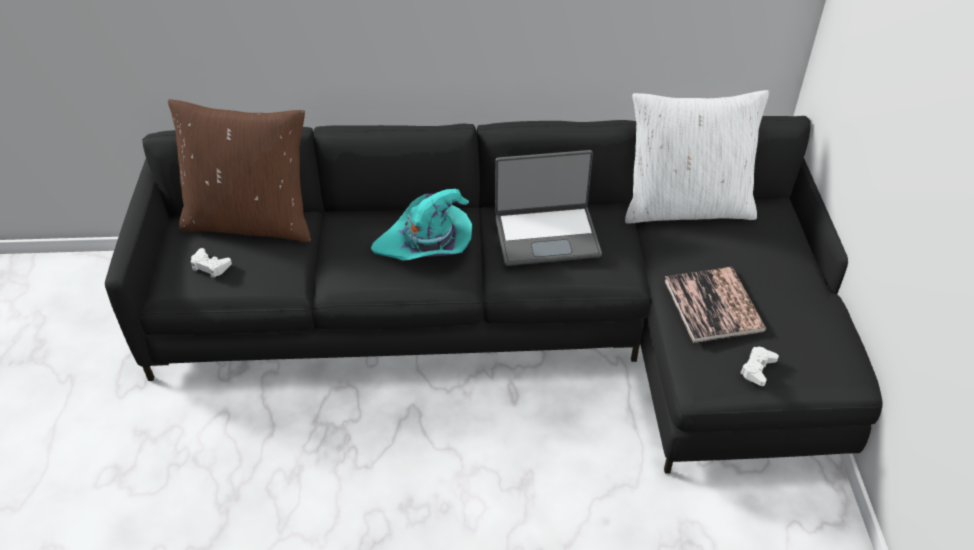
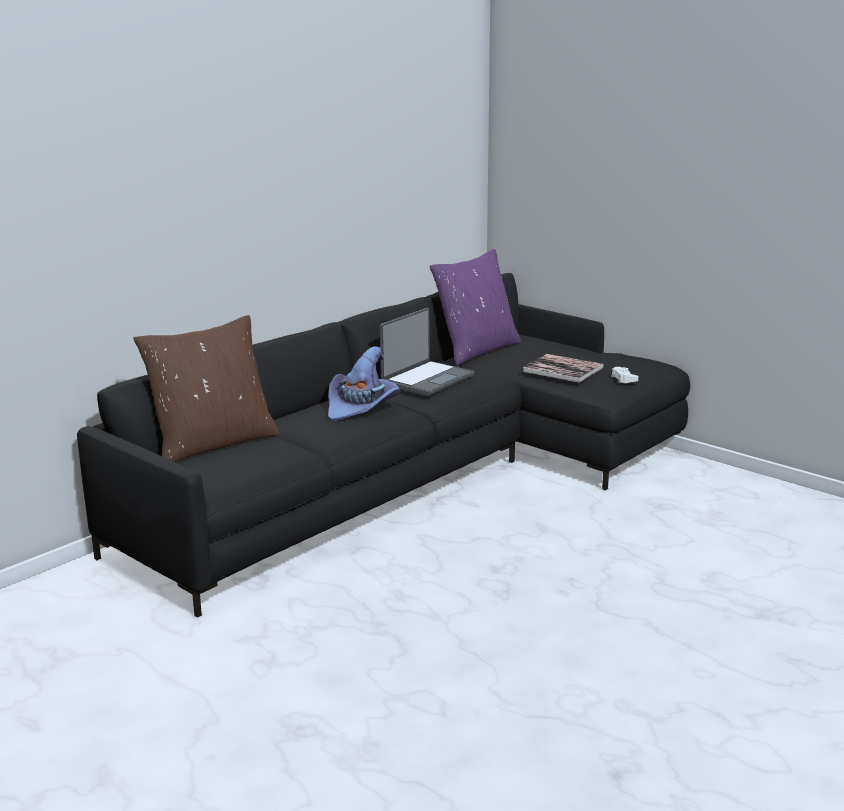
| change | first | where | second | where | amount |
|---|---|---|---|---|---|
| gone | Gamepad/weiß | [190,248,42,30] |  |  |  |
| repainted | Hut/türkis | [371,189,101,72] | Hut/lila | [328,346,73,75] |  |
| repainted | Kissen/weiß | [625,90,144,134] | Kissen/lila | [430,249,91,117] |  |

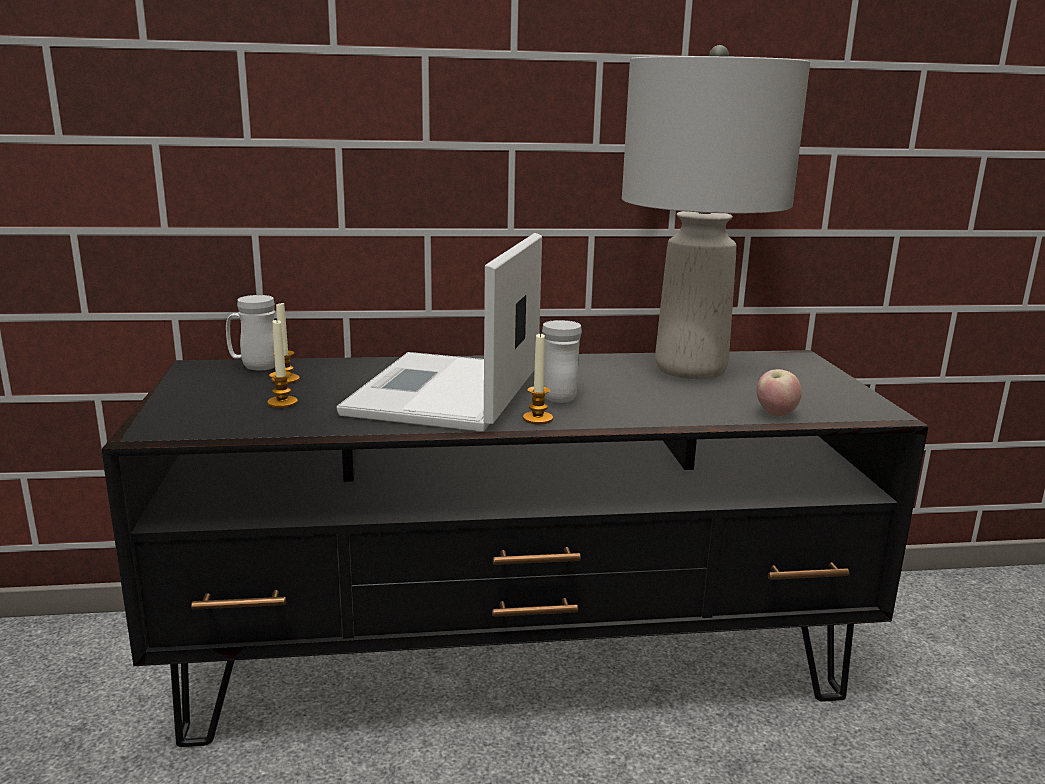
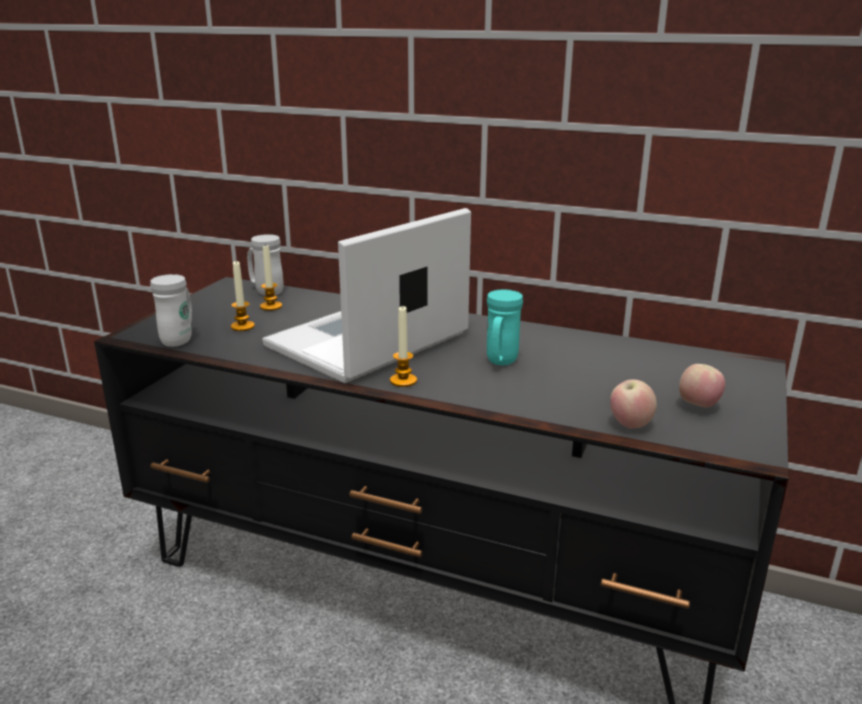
| change | first | where | second | where | amount |
|---|---|---|---|---|---|
| shifted | Henkelbecher/weiß | [542,320,40,83] |  | [150,274,42,73] |  |
| gone | Tischlampe/grau | [622,45,188,334] |  |  |  |
| new |  |  | Henkelbecher/türkis | [487,290,36,75] |  |
| new |  |  | Apfel | [679,364,46,44] |  |

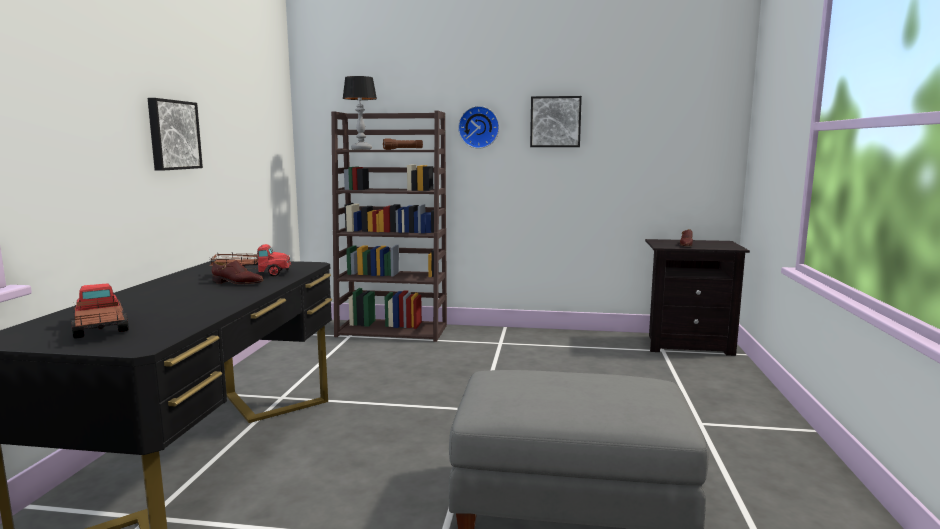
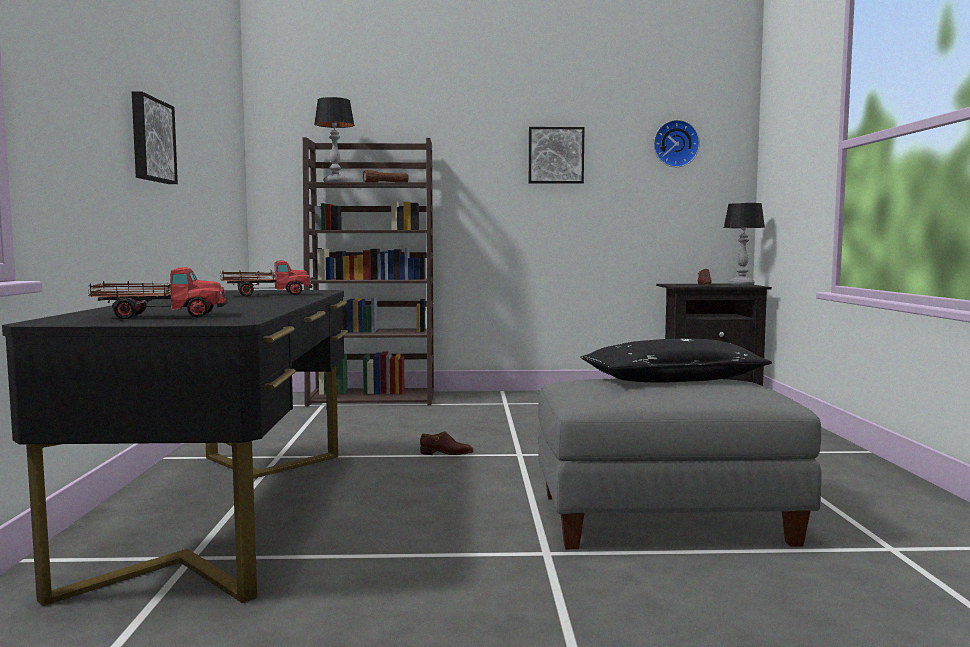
| change | first | where | second | where | amount |
|---|---|---|---|---|---|
| rotated | Spielzeuglaster | [71,283,58,55] |  | [88,267,140,52] | 120 degrees clockwise |
| shifted | Schuh/braun | [212,260,52,24] |  | [420,432,54,23] |  |
| shifted | Wanduhr | [458,106,41,43] |  | [653,120,47,47] |  |
| new |  |  | Kissen/schwarz | [580,339,192,43] |  |
| new |  |  | Tischlampe | [723,203,42,83] |  |

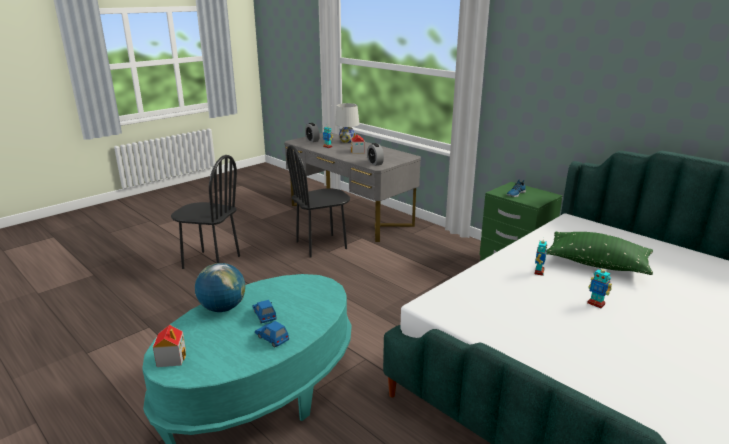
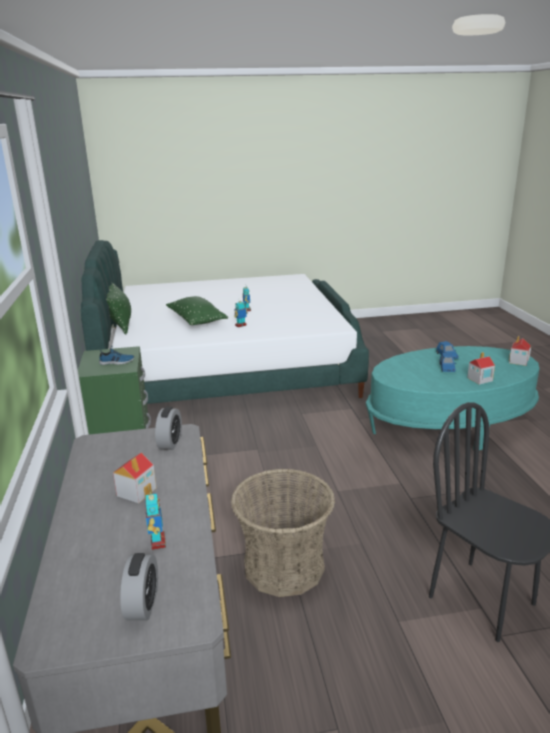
| change | first | where | second | where | amount |
|---|---|---|---|---|---|
| swapped | Globus | [195,263,50,49] | Spielzeughaus | [467,352,28,32] |  |
| swapped | Stuhl/schwarz | [286,145,64,113] | Korb | [231,469,104,128] |  |
| gone | Tischlampe/weiß | [335,103,25,40] |  |  |  |
| new |  |  | Kissen/grün | [106,283,25,52] |  |

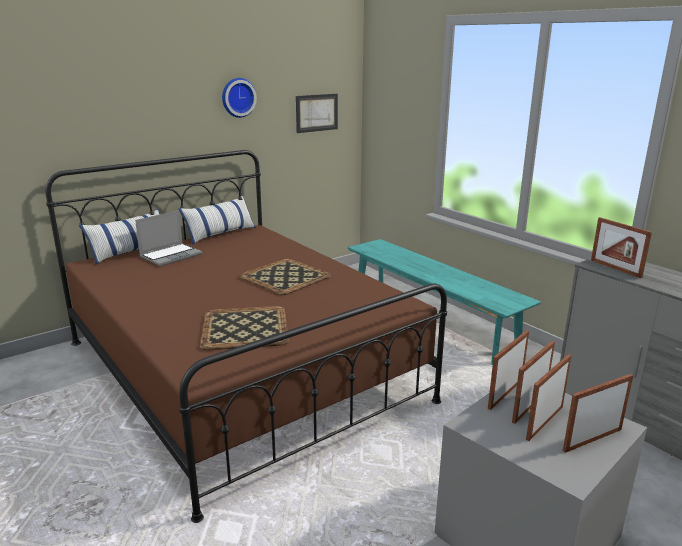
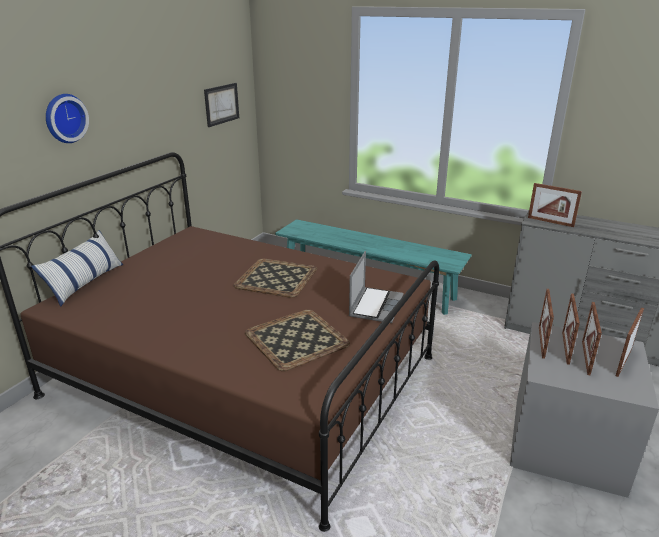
| change | first | where | second | where | amount |
|---|---|---|---|---|---|
| shifted | Laptop | [135,210,67,56] |  | [349,251,55,72] |  |
| gone | Kissen | [179,195,77,50] |  |  |  |
| shifted | Wanduhr | [222,78,35,40] |  | [46,94,43,49] |  |

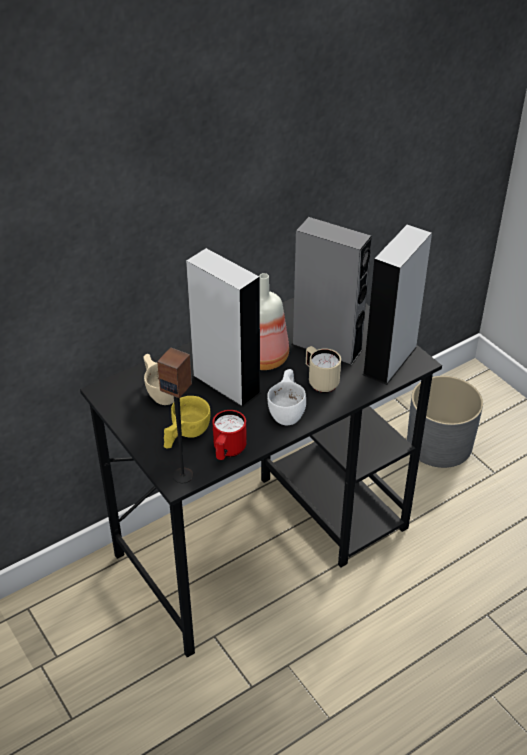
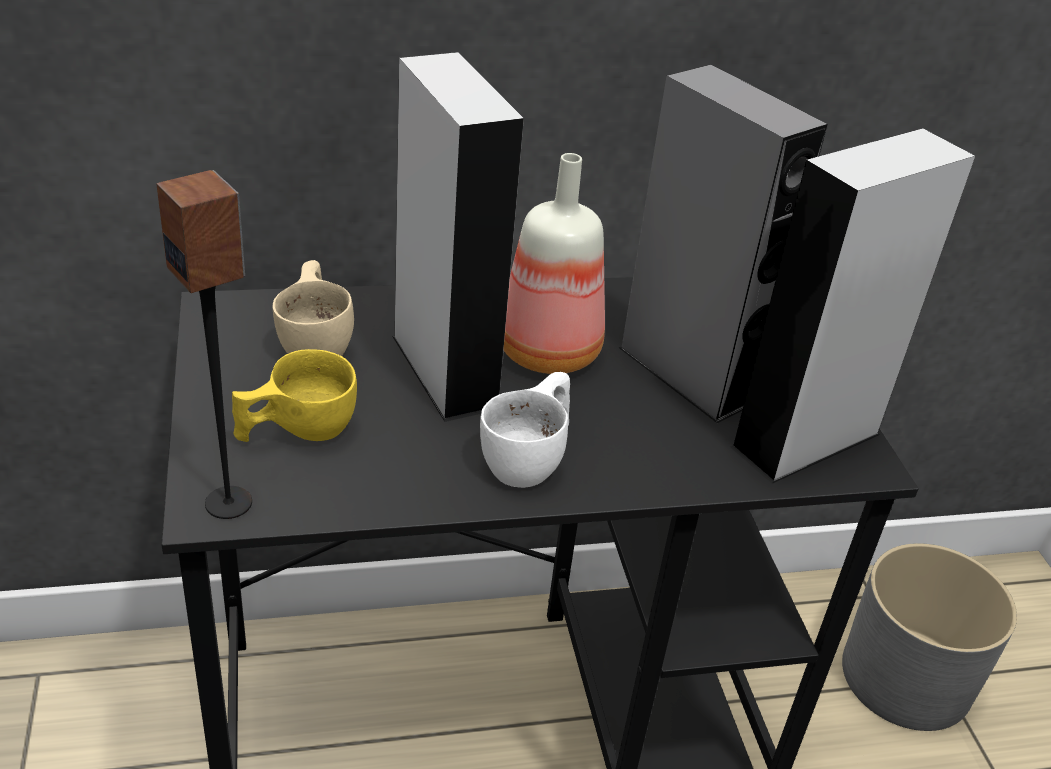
| change | first | where | second | where | amount |
|---|---|---|---|---|---|
| gone | Henkelbecher/rot | [212,410,35,50] |  |  |  |
| gone | Henkelbecher/beige | [306,346,35,47] |  |  |  |

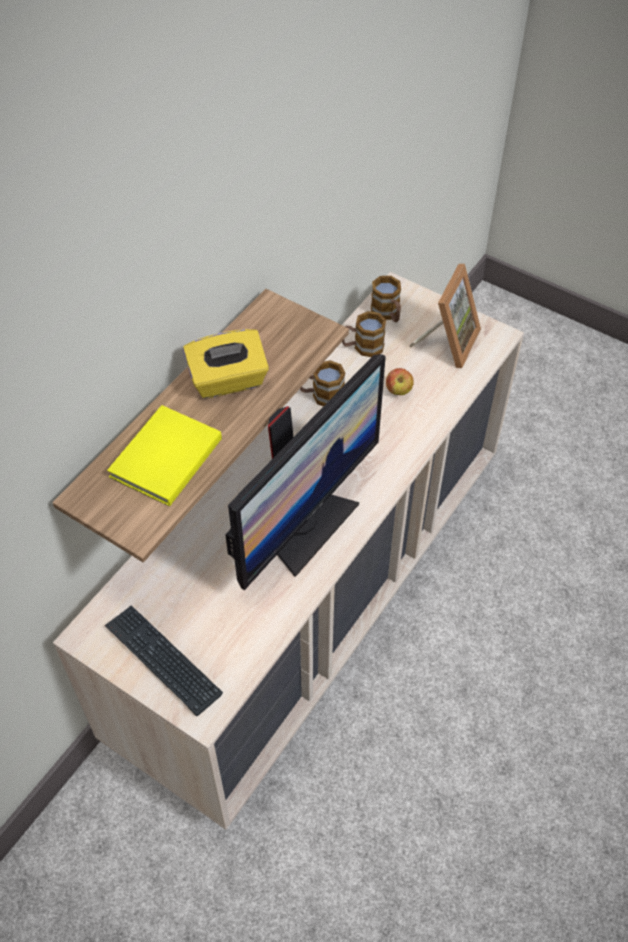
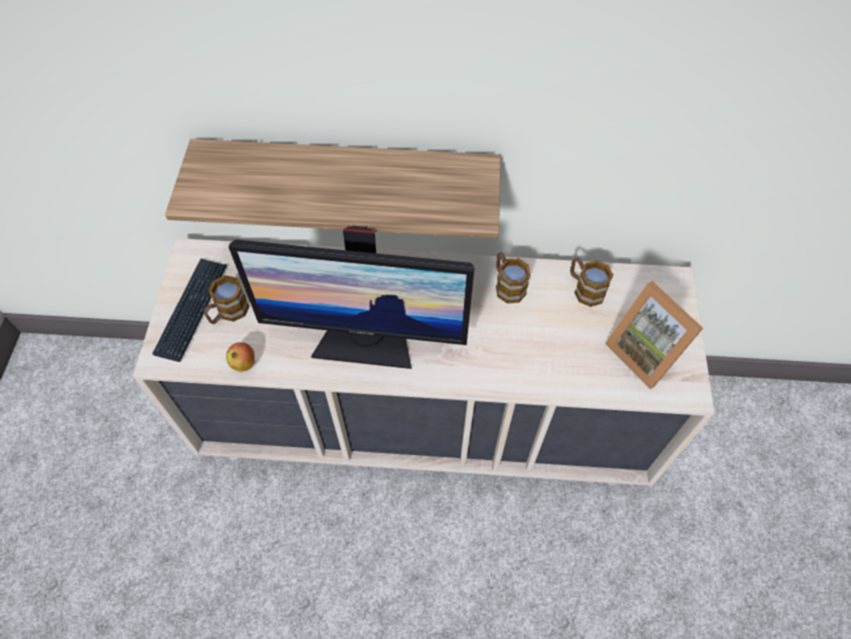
| change | first | where | second | where | amount |
|---|---|---|---|---|---|
| gone | Buch/gelb | [107,405,115,102] |  |  |  |
| gone | Taschentuchbox/gelb | [183,329,86,70] |  |  |  |
| shifted | Henkelbecher | [371,276,30,46] |  | [204,275,45,49] |  |
| shifted | Apfel | [386,368,28,27] |  | [226,342,29,29] |  |
| rotated | Bilderrahmen | [409,264,72,104] |  | [605,281,98,108] | 60 degrees clockwise |

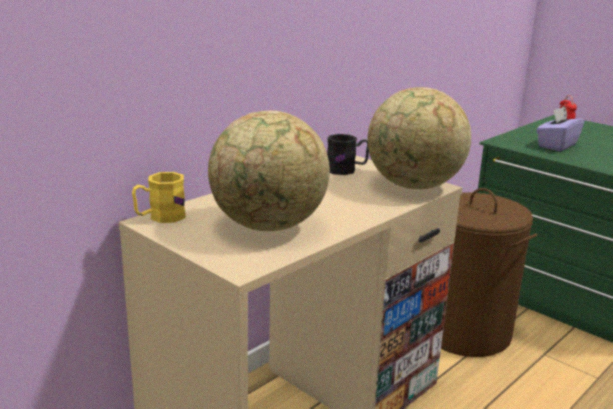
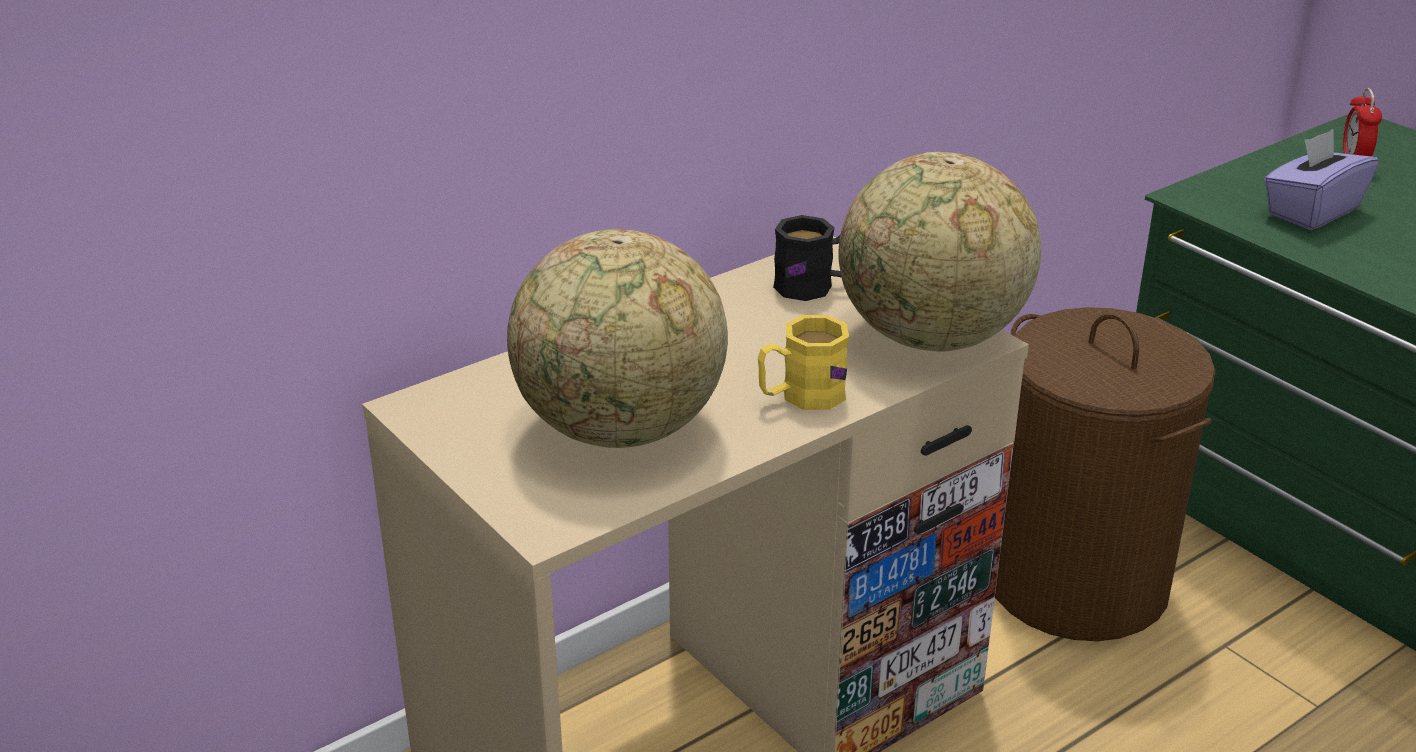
| change | first | where | second | where | amount |
|---|---|---|---|---|---|
| shifted | Henkelbecher/gelb | [132,172,53,51] |  | [758,315,91,95] |  |

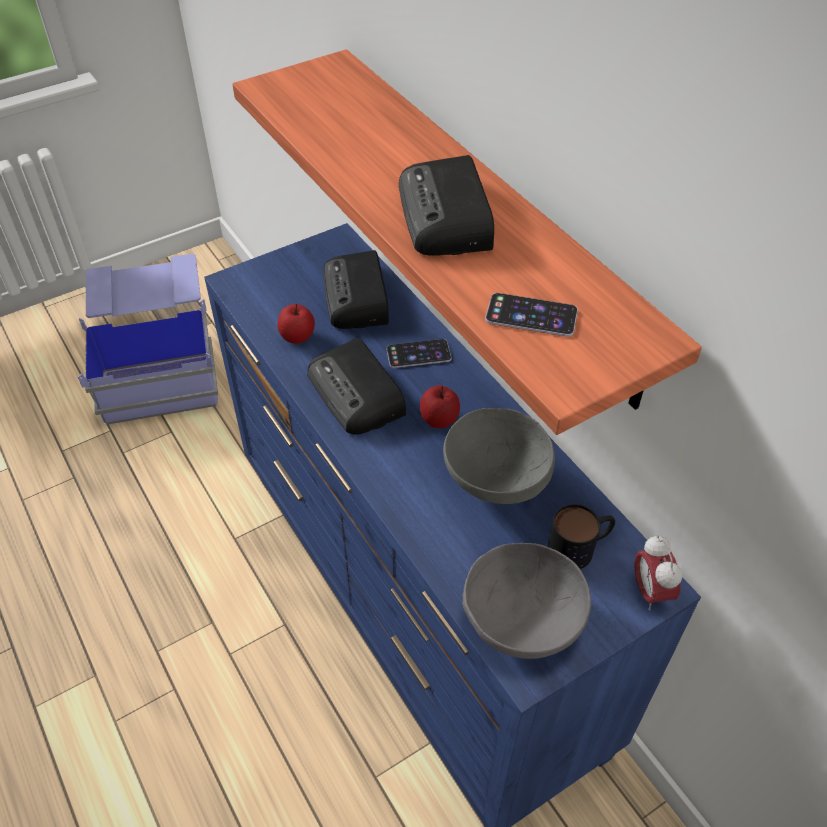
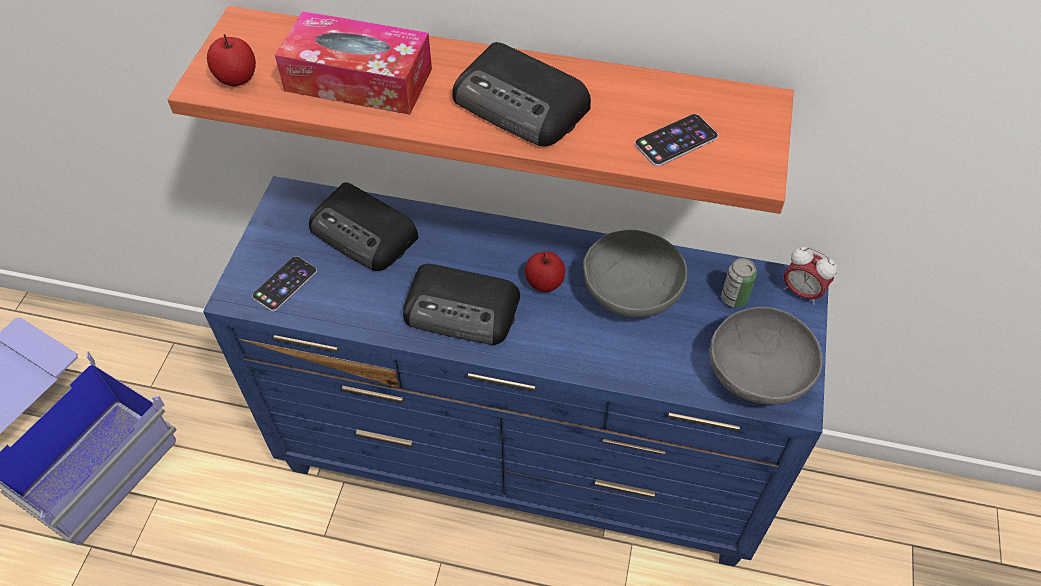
| change | first | where | second | where | amount |
|---|---|---|---|---|---|
| shifted | Apfel | [278,304,37,40] |  | [207,34,49,52] |  |
| shifted | Handy | [386,339,66,29] |  | [252,256,65,55] |  |
| swapped | Henkelbecher | [548,504,67,65] | Dose | [721,258,36,50] |  |
| new |  |  | Taschentuchbox | [275,11,157,104] |  |

